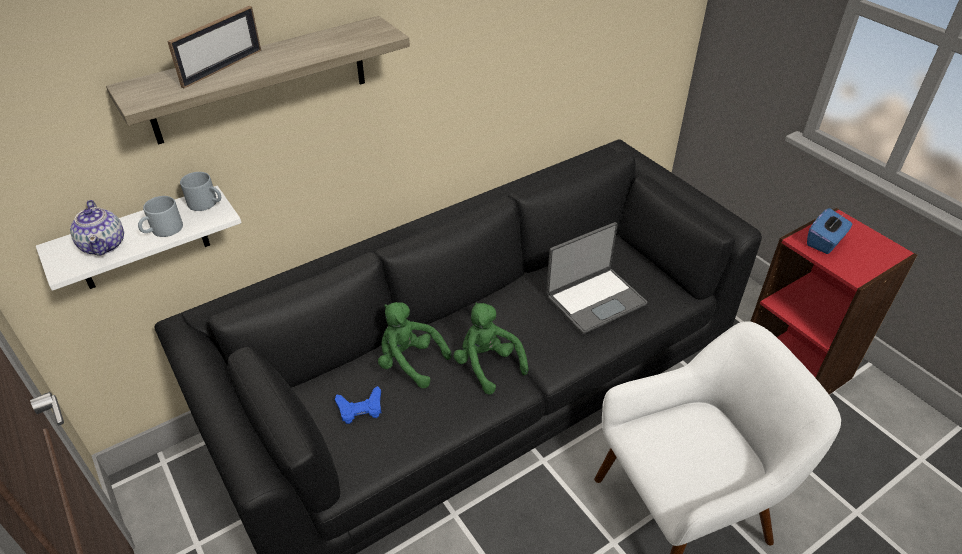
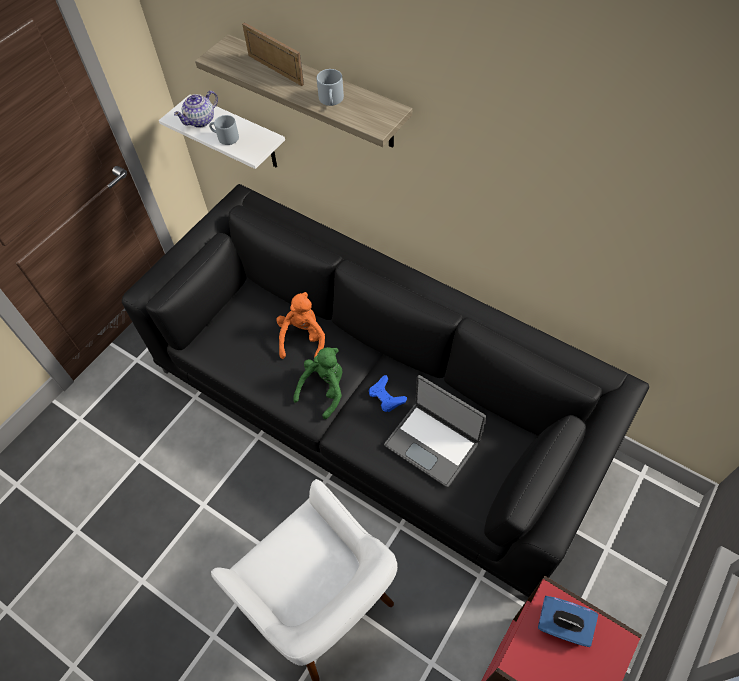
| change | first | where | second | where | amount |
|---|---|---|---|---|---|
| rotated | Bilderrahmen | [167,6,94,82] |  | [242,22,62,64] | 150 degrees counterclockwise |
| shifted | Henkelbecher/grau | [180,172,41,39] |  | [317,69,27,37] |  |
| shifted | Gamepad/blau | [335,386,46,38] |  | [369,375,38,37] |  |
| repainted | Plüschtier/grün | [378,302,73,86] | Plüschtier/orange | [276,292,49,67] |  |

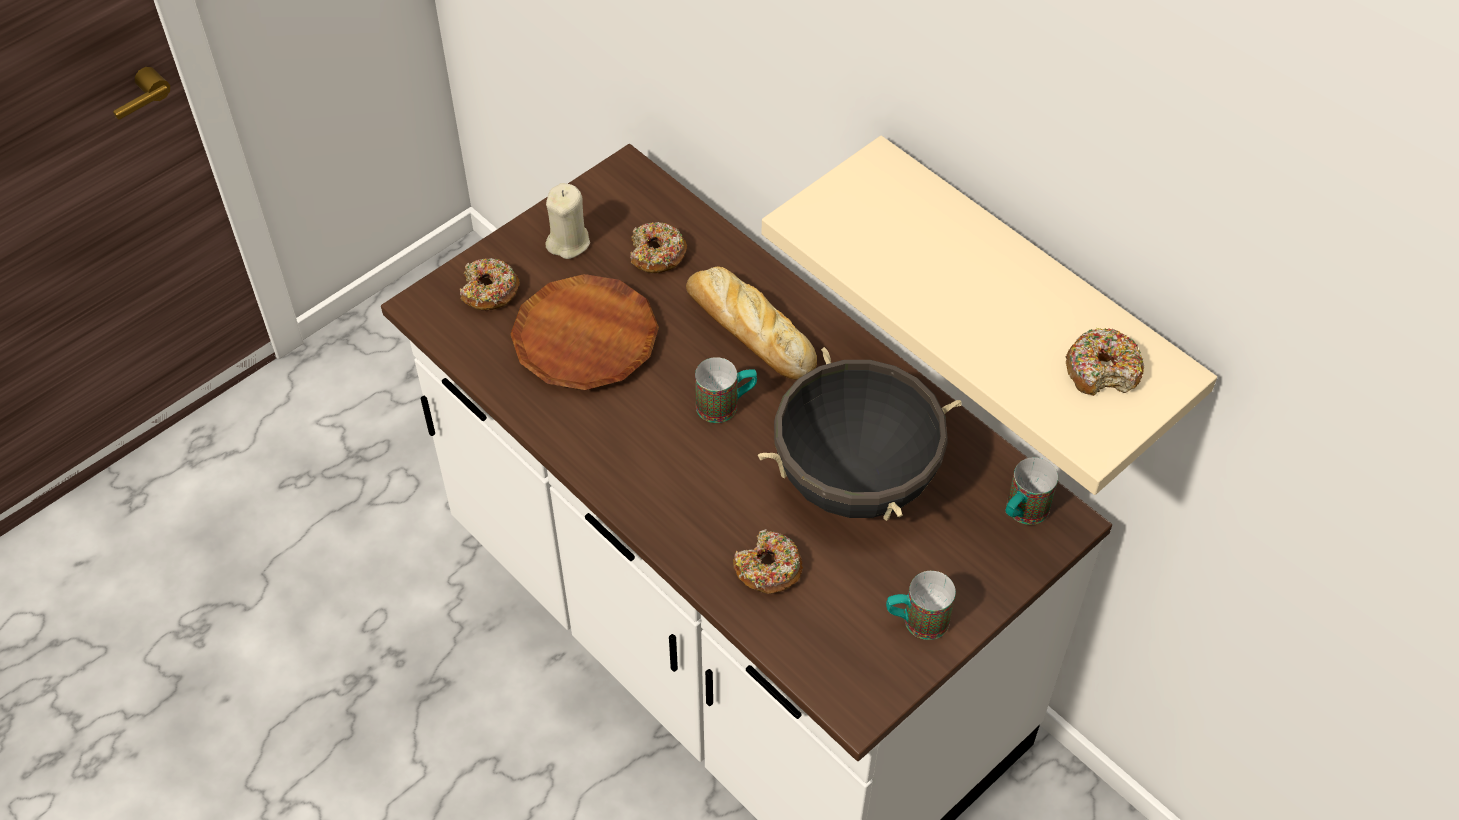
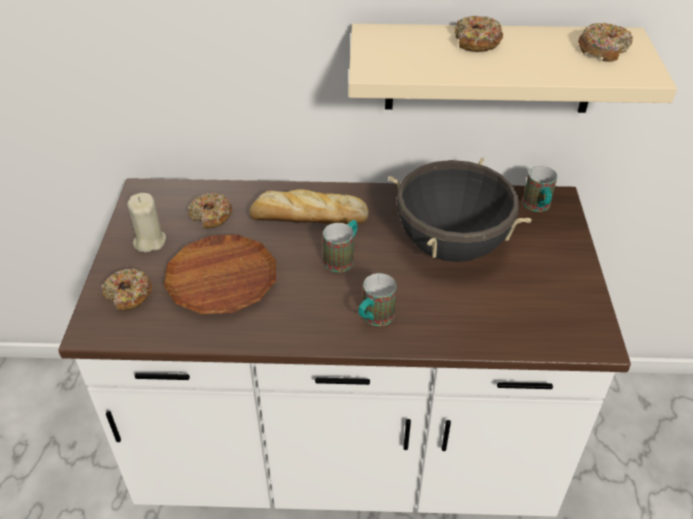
| change | first | where | second | where | amount |
|---|---|---|---|---|---|
| shifted | Donut | [733,530,70,64] |  | [455,16,48,36] |  |
| shifted | Henkelbecher | [886,571,70,69] |  | [358,273,38,53] |  |

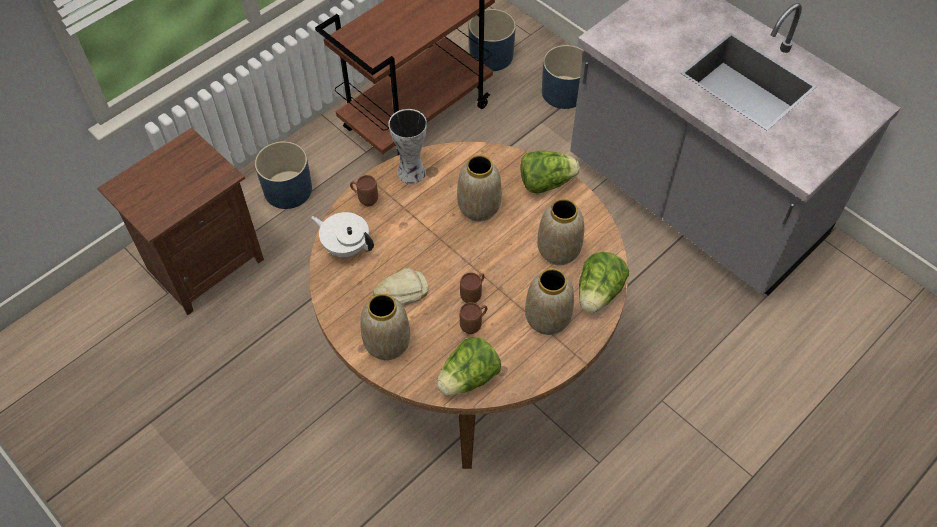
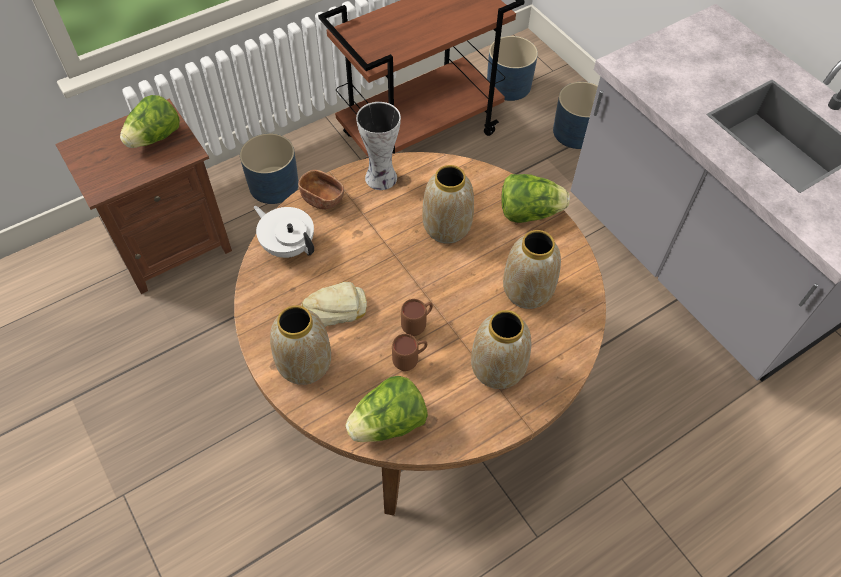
| change | first | where | second | where | amount |
|---|---|---|---|---|---|
| swapped | Henkelbecher/braun | [350,175,28,32] | Schüssel/braun | [298,170,46,39] |  |
| shifted | Salatkopf | [579,252,50,61] |  | [120,95,60,53] |  |

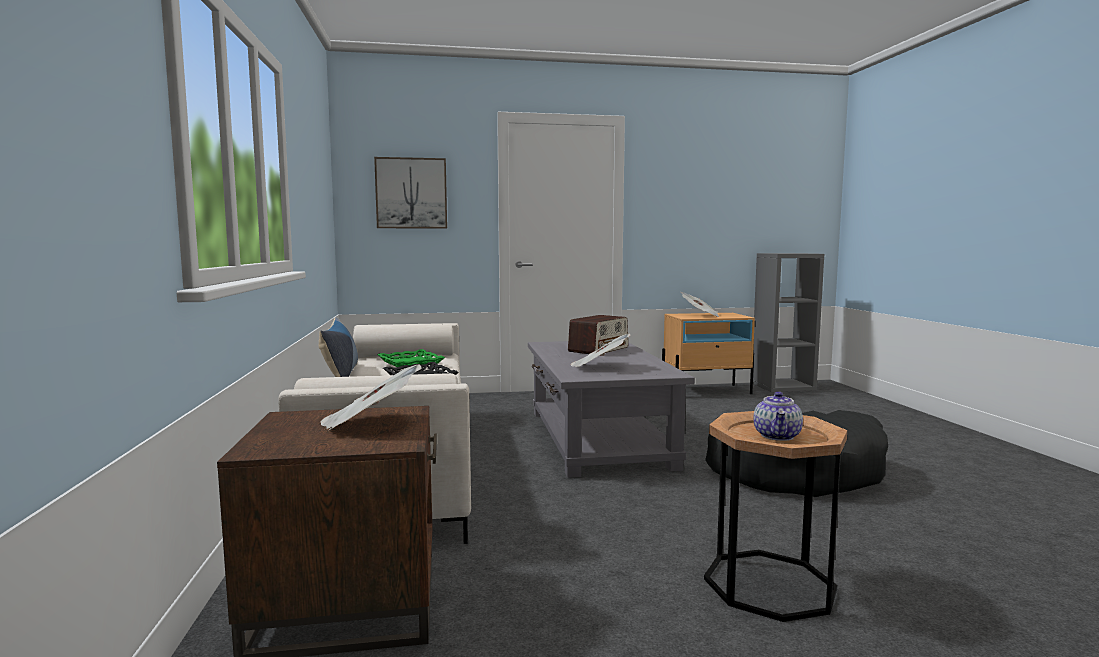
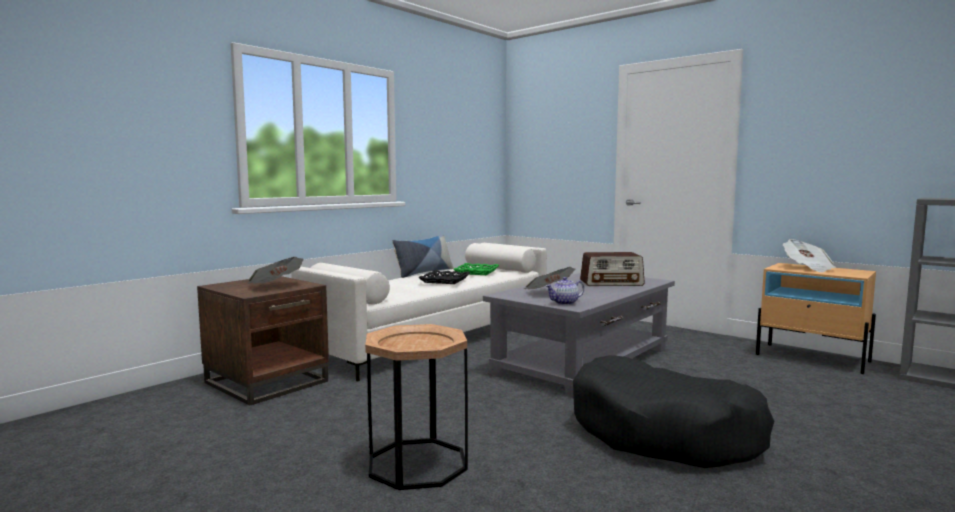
| change | first | where | second | where | amount |
|---|---|---|---|---|---|
| gone | Bild | [374,157,73,72] |  |  |  |
| shifted | Teekanne | [753,391,50,50] |  | [546,277,38,28] |  |

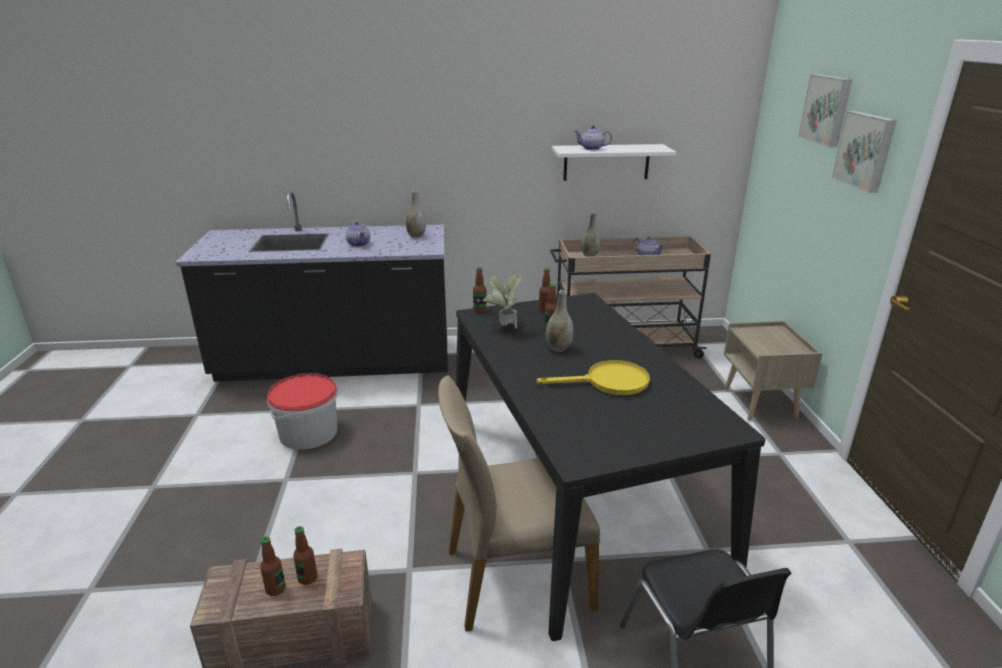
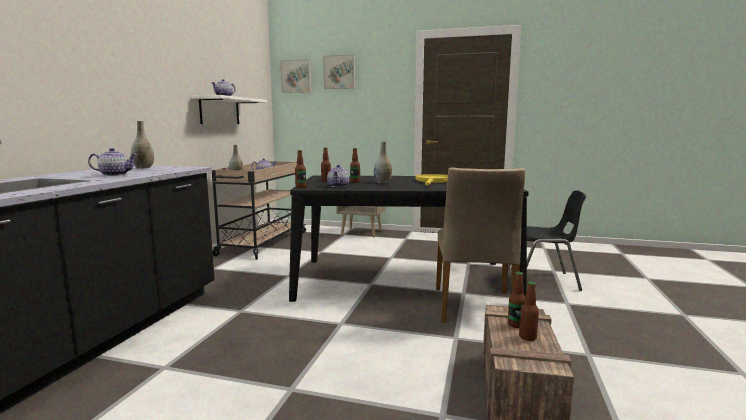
| change | first | where | second | where | amount |
|---|---|---|---|---|---|
| gone | Eimer | [267,373,71,77] |  |  |  |
| swapped | Topfpflanze | [483,273,39,56] | Teekanne | [327,165,23,22] |  |
| shifted | Bild | [832,111,65,82] |  | [280,59,31,34] |  |

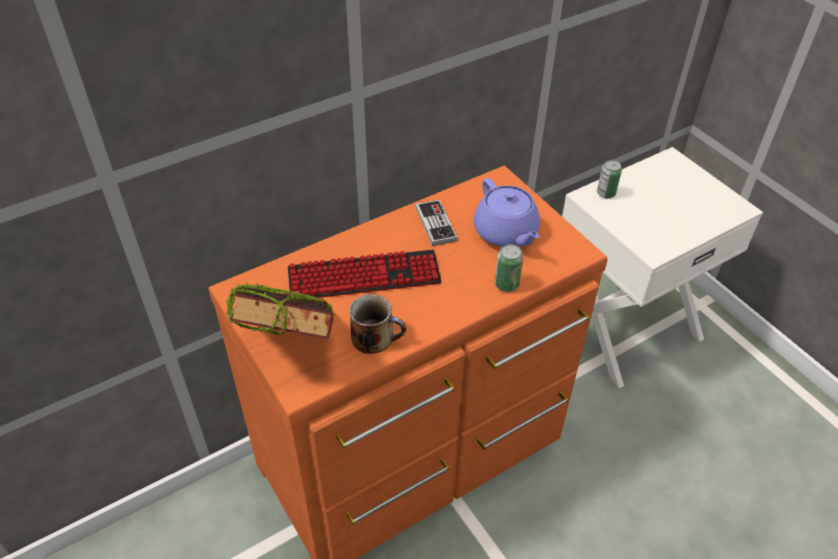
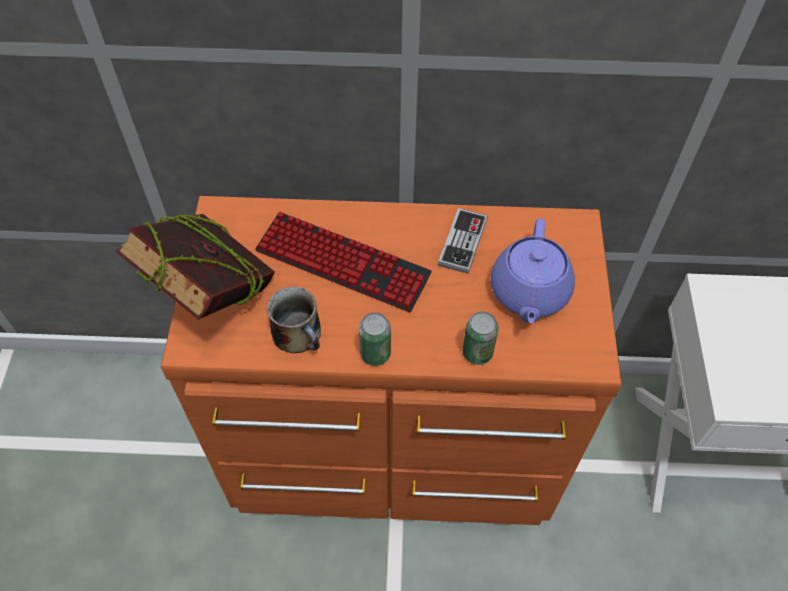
| change | first | where | second | where | amount |
|---|---|---|---|---|---|
| shifted | Dose | [597,160,25,38] |  | [359,312,32,54] |  |

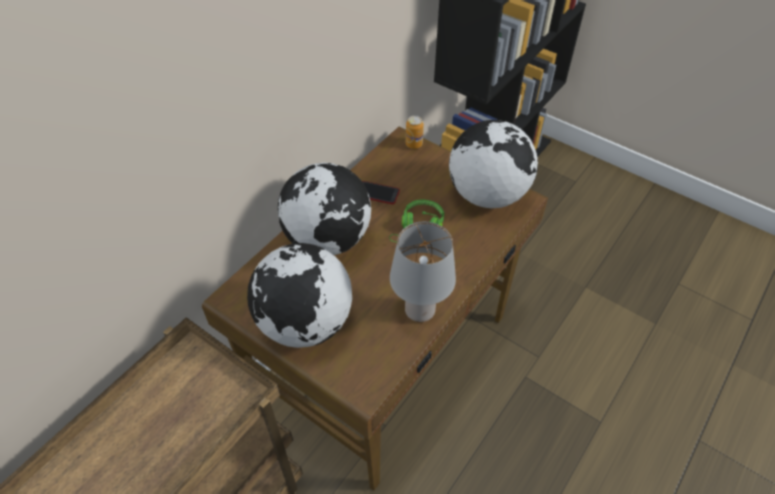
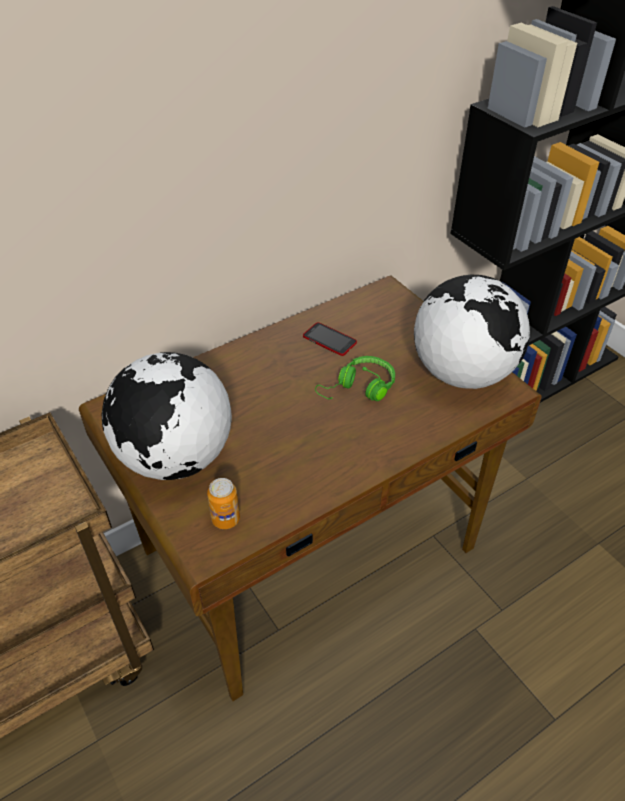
| change | first | where | second | where | amount |
|---|---|---|---|---|---|
| gone | Globus | [278,163,93,92] |  |  |  |
| gone | Tischlampe/grau | [390,222,66,100] |  |  |  |
| shifted | Dose | [406,115,18,34] |  | [207,478,33,51] |  |

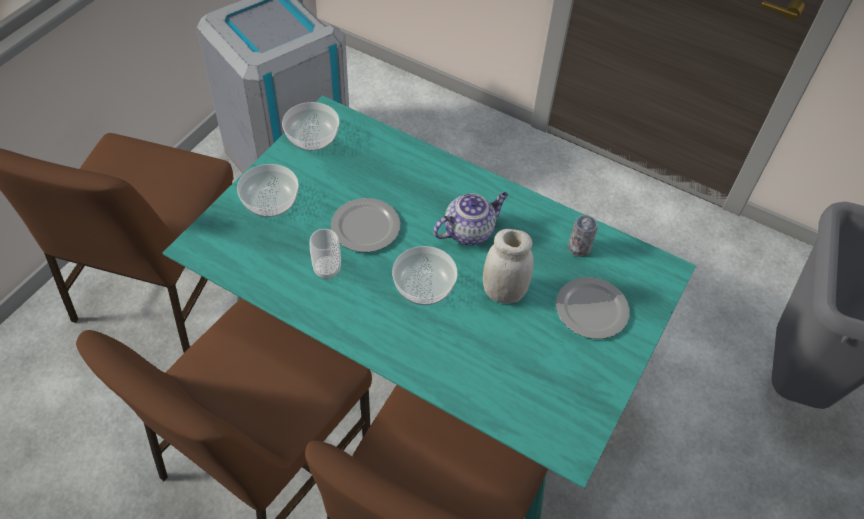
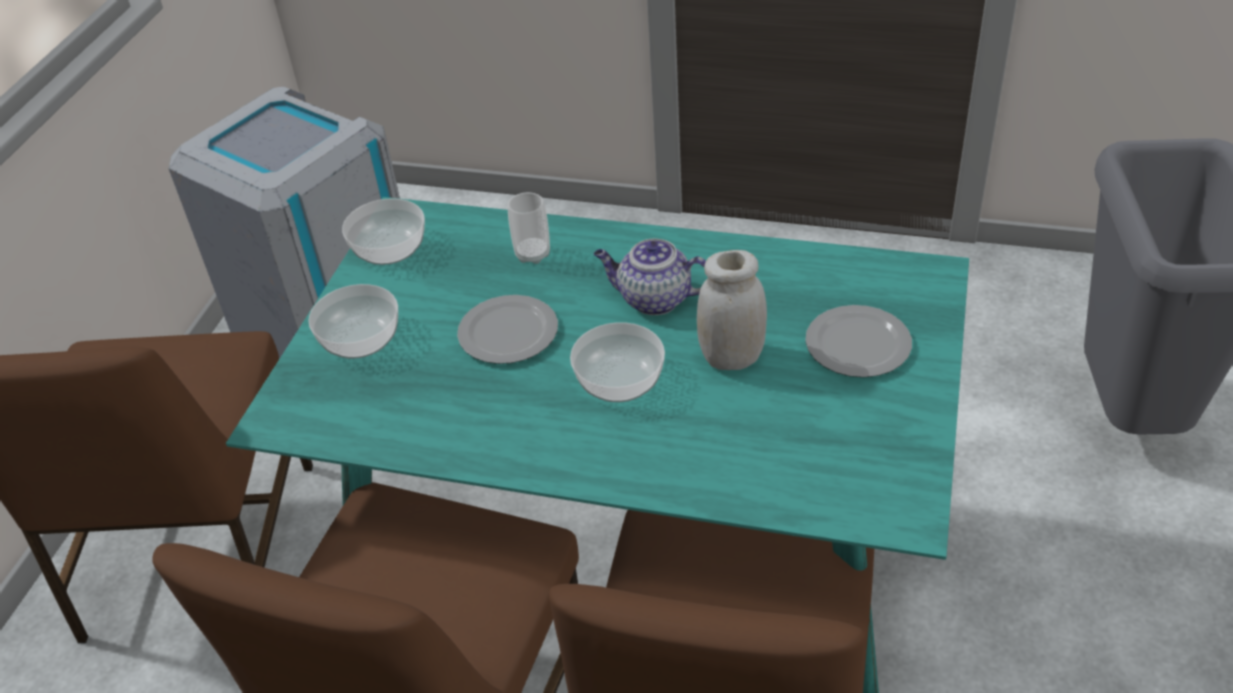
| change | first | where | second | where | amount |
|---|---|---|---|---|---|
| shifted | Tasse | [310,229,31,51] |  | [507,192,43,72] |  |
| rotated | Teekanne | [433,192,75,53] |  | [594,238,112,77] | 120 degrees counterclockwise |
| gone | Dose | [568,215,30,42] |  |  |  |

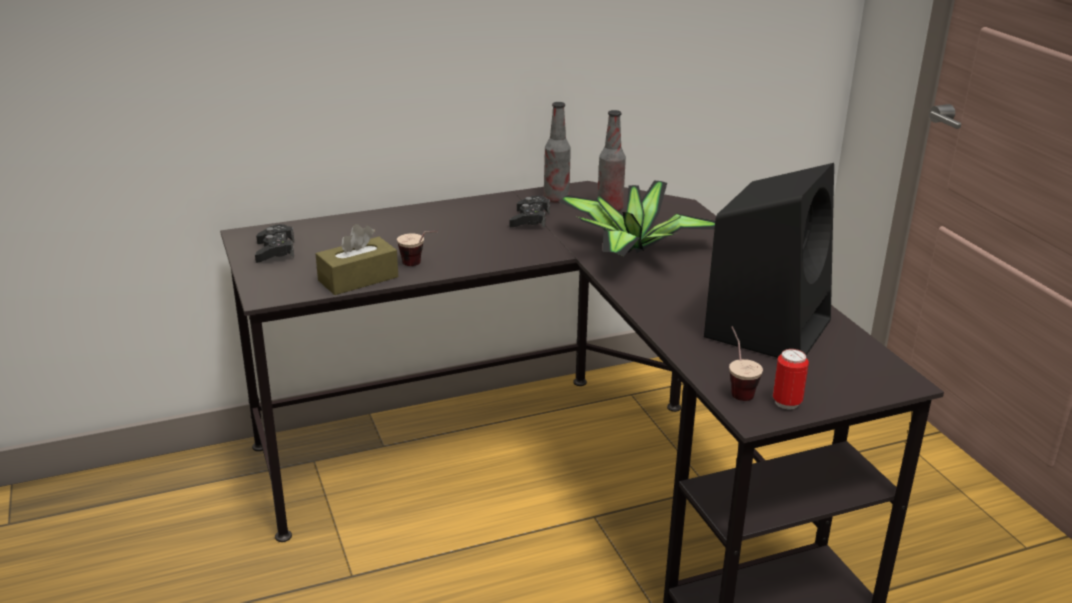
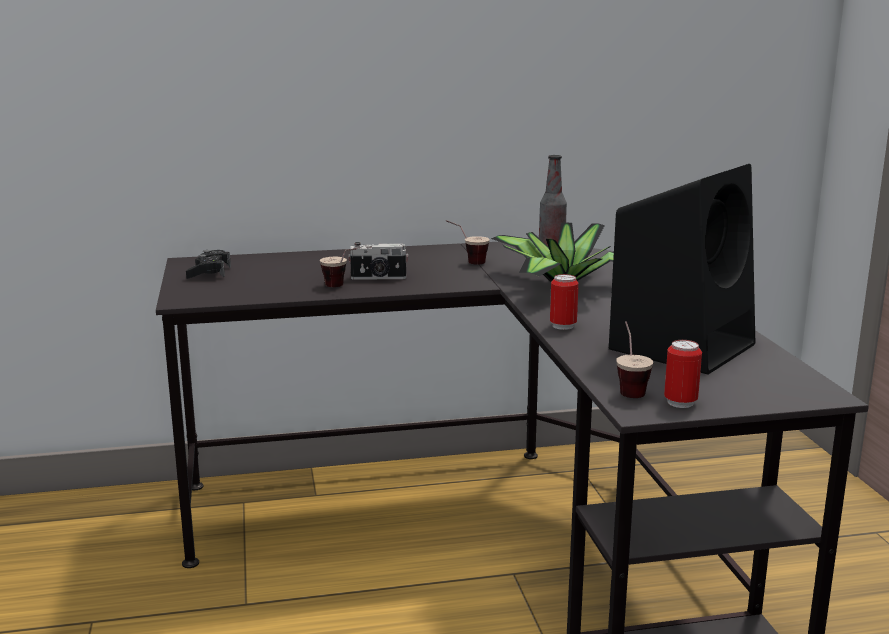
| change | first | where | second | where | amount |
|---|---|---|---|---|---|
| gone | Taschentuchbox/braun | [316,224,82,71] |  |  |  |
| swapped | Gamepad/schwarz | [510,196,40,32] | Tasse | [446,220,44,45] |  |
| gone | Flasche | [544,102,27,101] |  |  |  |
| new |  |  | Kamera | [348,242,61,37] |  |
| new |  |  | Dose | [550,274,28,56] |  |

